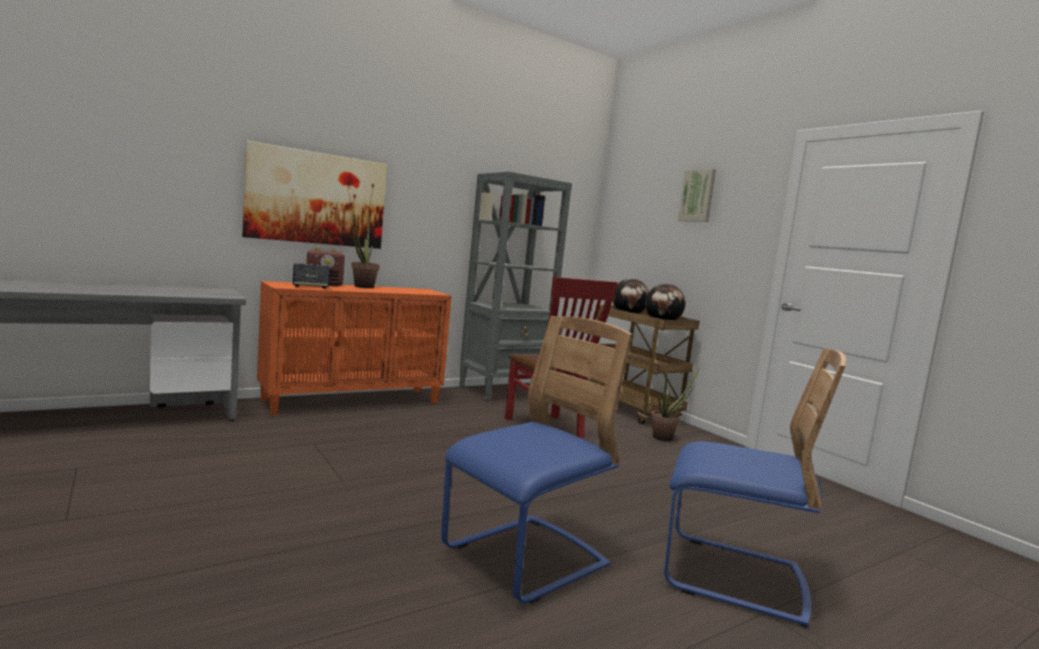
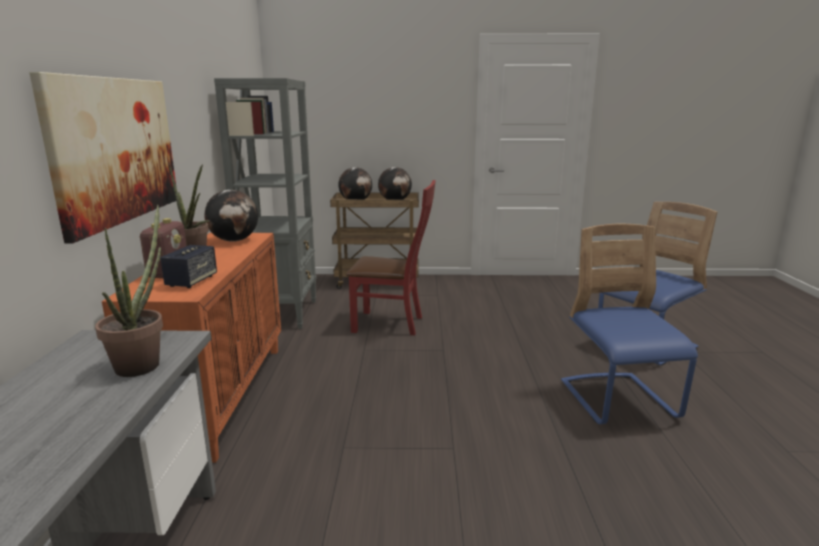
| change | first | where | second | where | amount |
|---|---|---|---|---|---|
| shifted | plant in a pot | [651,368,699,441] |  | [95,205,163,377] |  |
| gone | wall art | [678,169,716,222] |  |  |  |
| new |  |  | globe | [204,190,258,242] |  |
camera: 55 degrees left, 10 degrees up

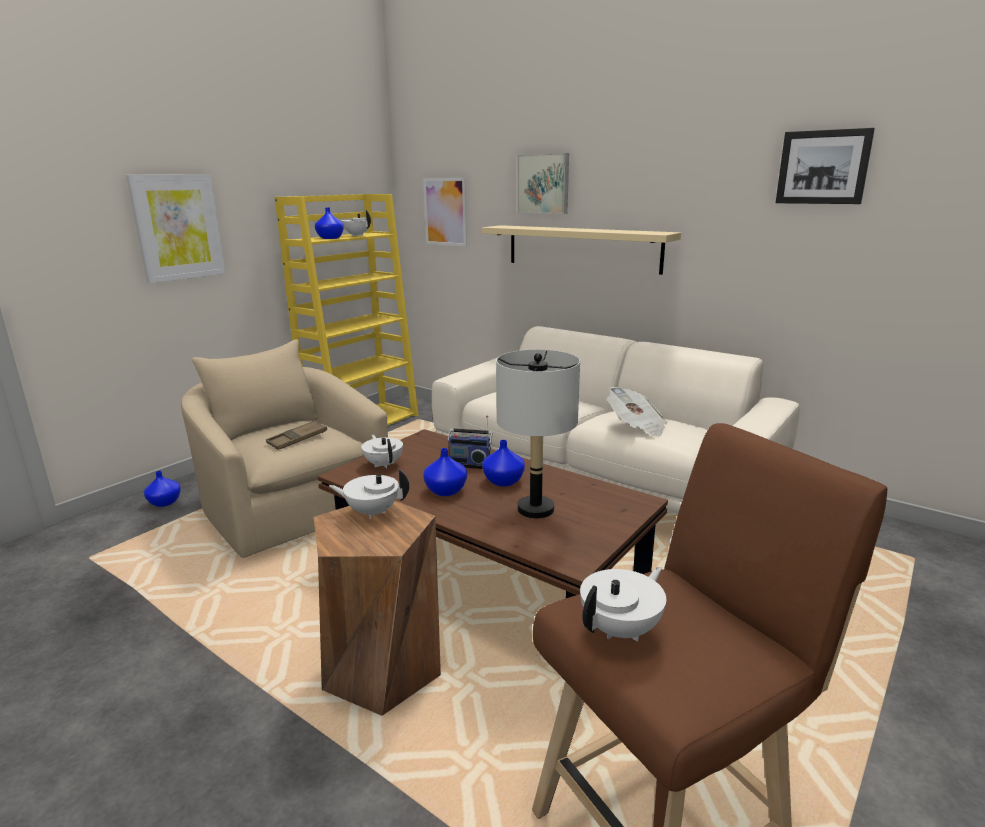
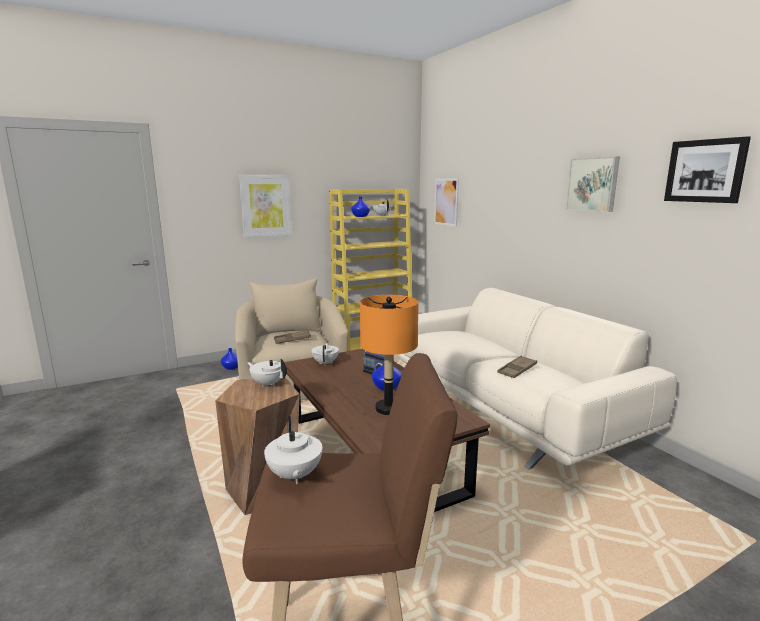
| change | first | where | second | where | amount |
|---|---|---|---|---|---|
| gone | vase (bluish) | [423,448,467,496] |  |  |  |
| gone | wall shelf (beige) | [482,225,681,275] |  |  |  |
| repainted | lamp for a table (greyish) | [496,349,580,518] | lamp for a table (orange-coloured) | [360,295,419,415] |  |
| shifted | wall art | [517,153,569,214] |  | [566,156,620,212] |  |
| rotated | teapot (whitish) | [580,567,666,642] |  | [264,416,322,484] | 90 degrees clockwise |
| swapped | printed paper | [607,386,667,438] | tray (brown) | [497,355,537,378] |  |
camera: 25 degrees right, 5 degrees down

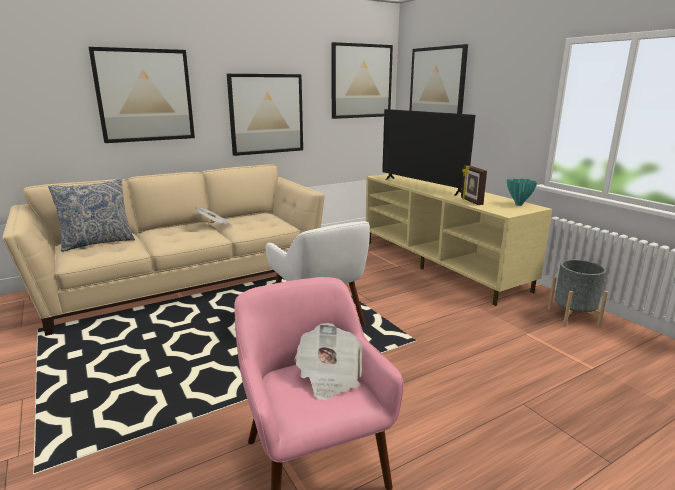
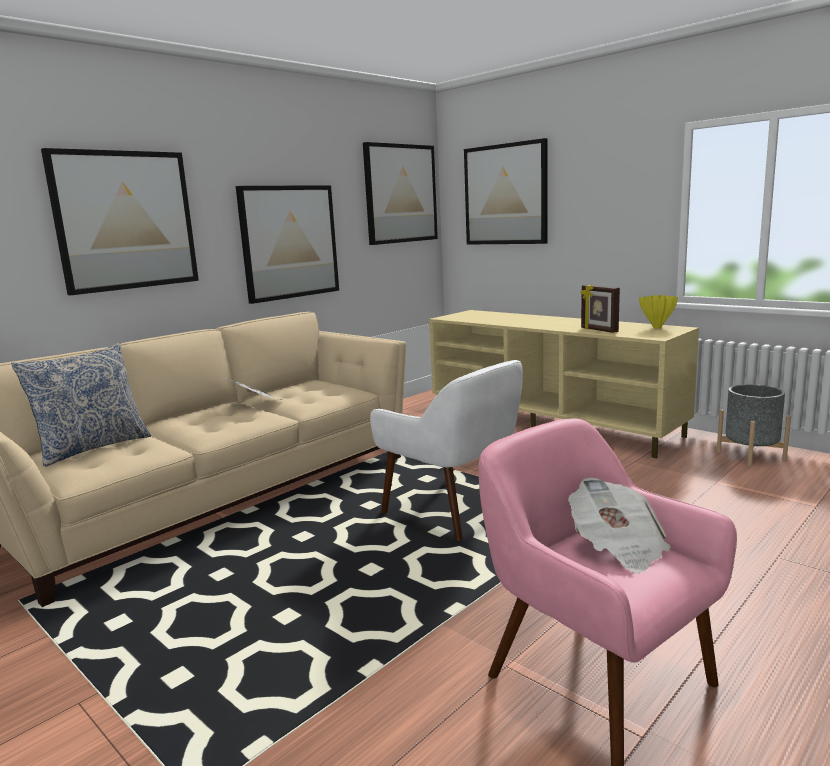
| change | first | where | second | where | amount |
|---|---|---|---|---|---|
| gone | television | [382,109,476,196] |  |  |  |
| repainted | vase (turquoise-coloured) | [507,179,537,206] | vase (yellow-coloured) | [639,295,678,329] |  |
camera: 15 degrees left, 5 degrees down

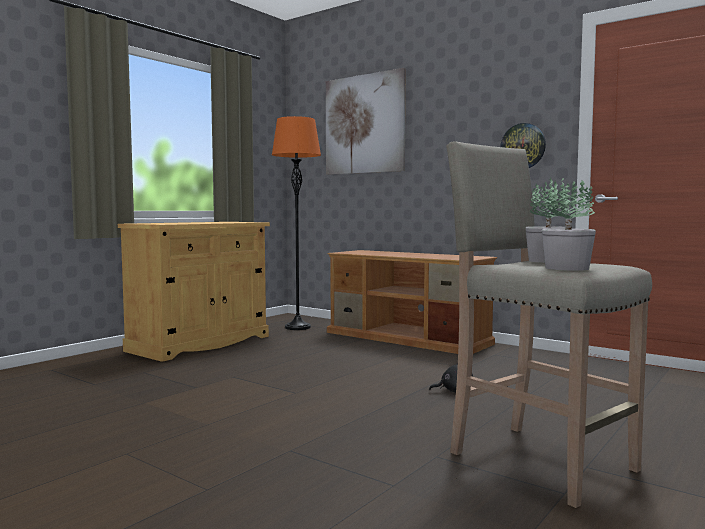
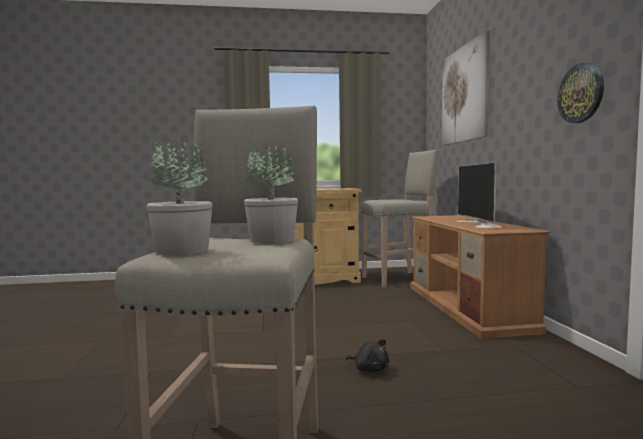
| change | first | where | second | where | amount |
|---|---|---|---|---|---|
| swapped | standing lamp (orange-coloured) | [272,116,321,330] | stool seat (beige) | [360,149,440,288] |  |
| new |  |  | television | [457,162,501,228] |  |
camera: 45 degrees right, 0 degrees up

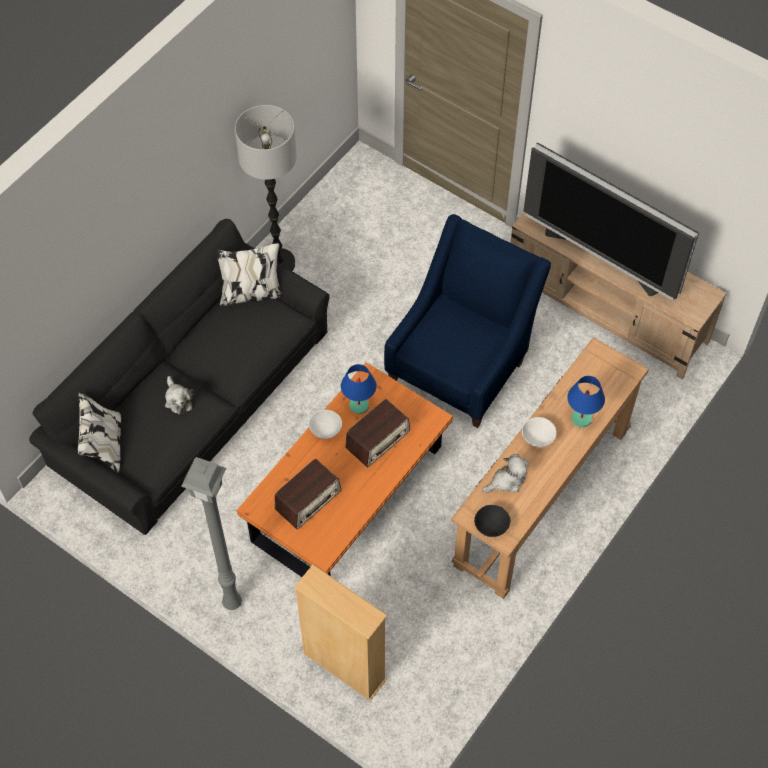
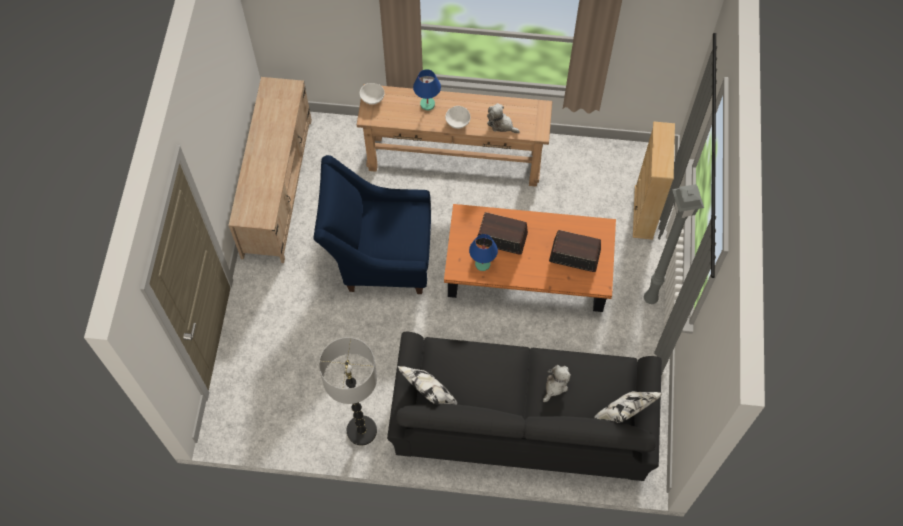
| change | first | where | second | where | amount |
|---|---|---|---|---|---|
| shifted | bowl (whitish) | [309,410,342,439] |  | [360,83,385,105] |  |
| gone | bowl (black-coloured) | [474,505,510,537] |  |  |  |
| gone | television | [523,143,699,301] |  |  |  |
camera: 120 degrees left, 5 degrees up

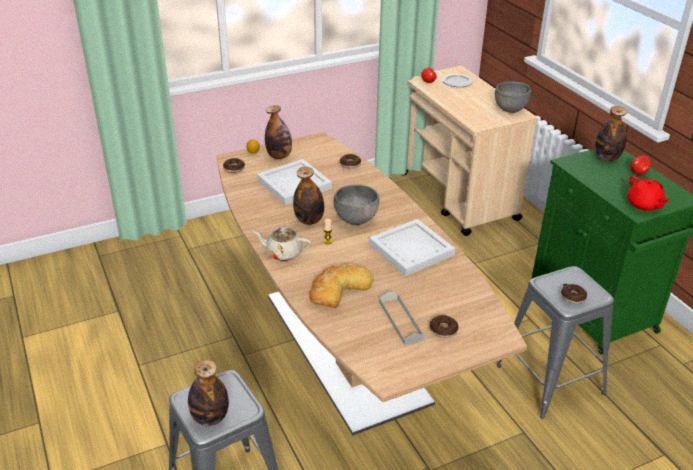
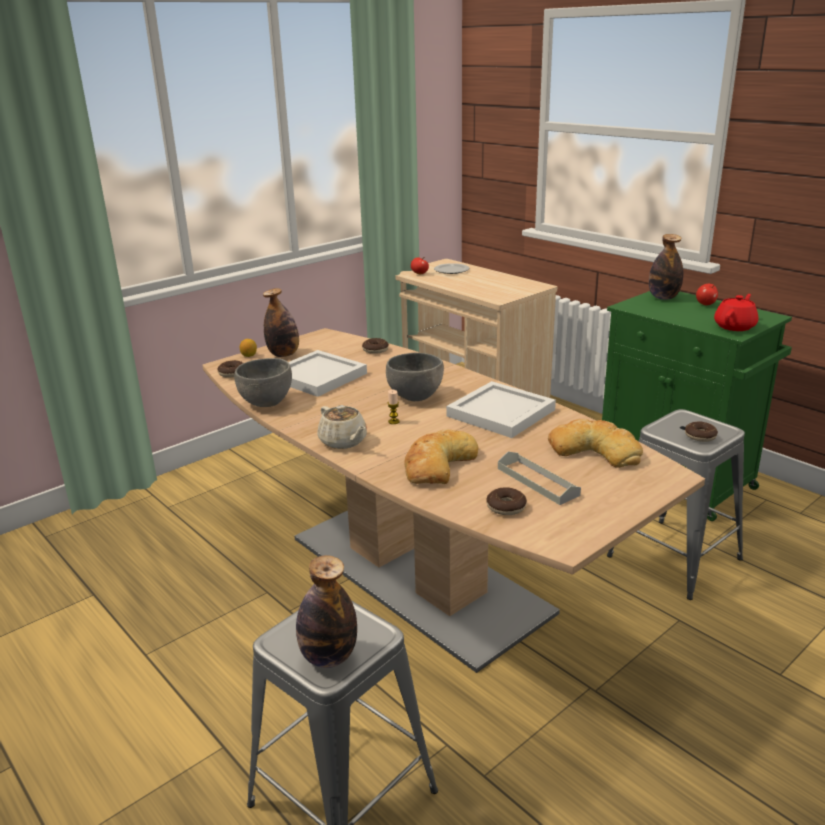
| change | first | where | second | where | amount |
|---|---|---|---|---|---|
| rotated | teapot (beige) | [253,227,311,261] |  | [317,405,367,449] | 120 degrees counterclockwise |
| gone | drink bottle | [293,167,324,225] |  |  |  |
| shifted | donut | [430,315,458,338] |  | [486,487,527,515] |  |
| shifted | bowl (greyish) | [495,82,531,113] |  | [234,358,292,407] |  |
| rotated | teapot (red-coloured) | [627,176,670,211] |  | [714,294,758,331] | 105 degrees counterclockwise |
| new |  |  | bread | [548,419,643,468] |  |
camera: 15 degrees left, 10 degrees down

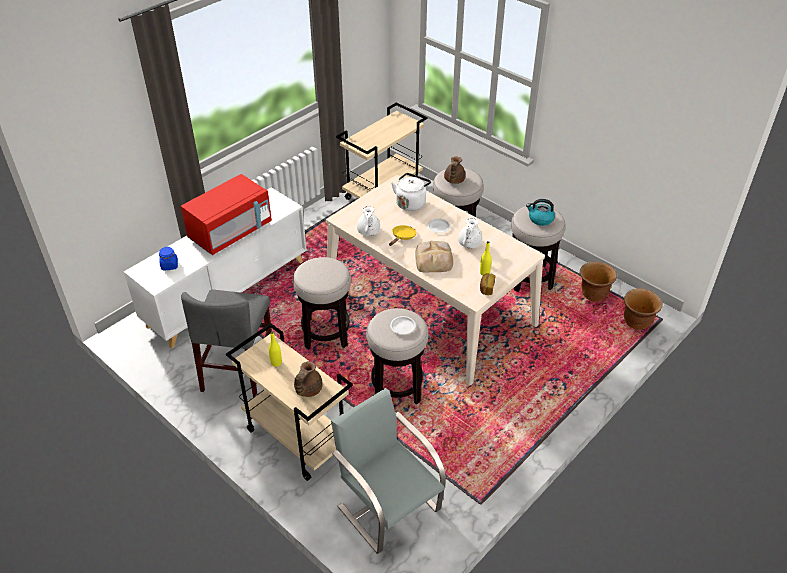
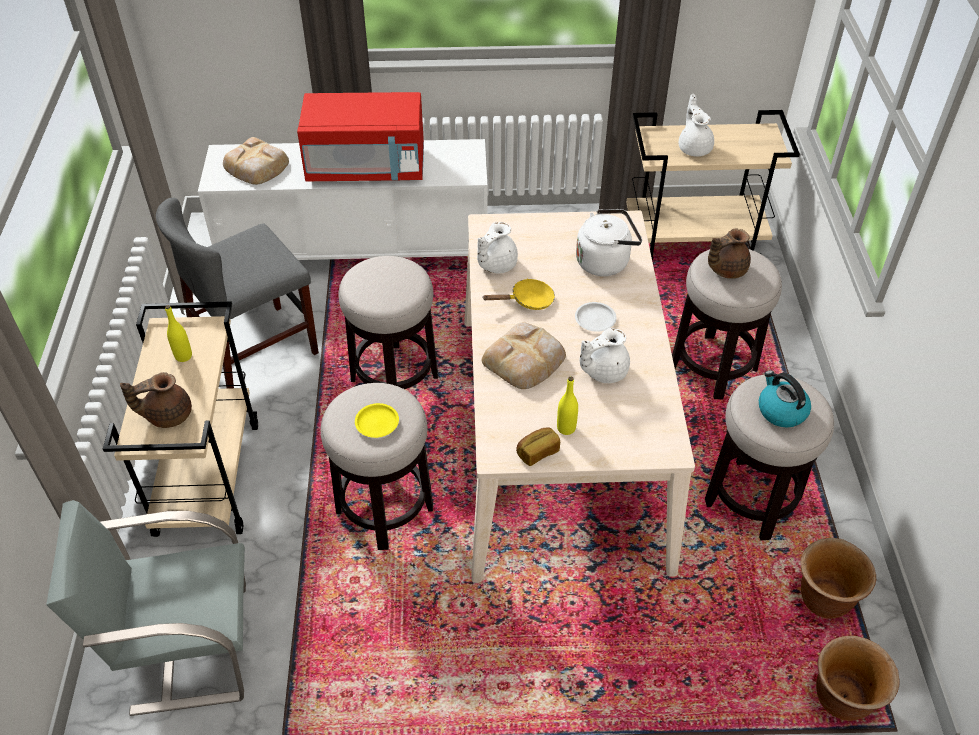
| change | first | where | second | where | amount |
|---|---|---|---|---|---|
| swapped | storage jar (bluish) | [159,246,178,271] | bread | [223,137,289,185] |  |
| rotated | plain chair (greyish) | [331,388,446,554] |  | [46,500,246,716] | 105 degrees counterclockwise |
| repainted | dinner plate (whitish) | [390,316,416,335] | dinner plate (yellow-coloured) | [355,403,399,438] |  |
| new |  |  | teapot (whitish) | [679,94,714,157] |  |
camera: 45 degrees right, 5 degrees up

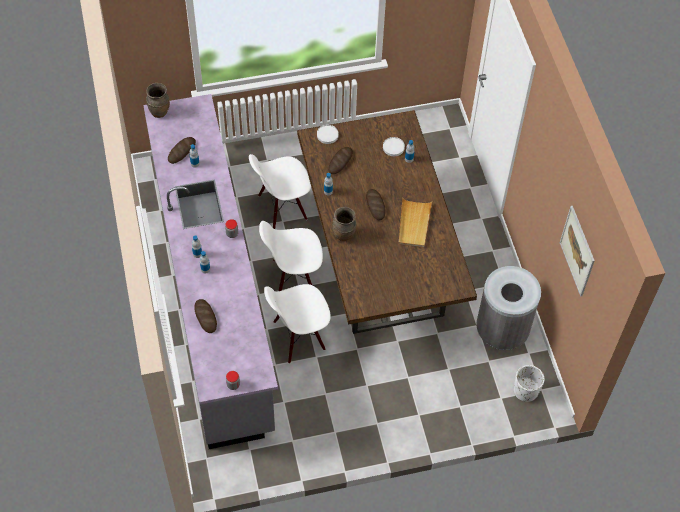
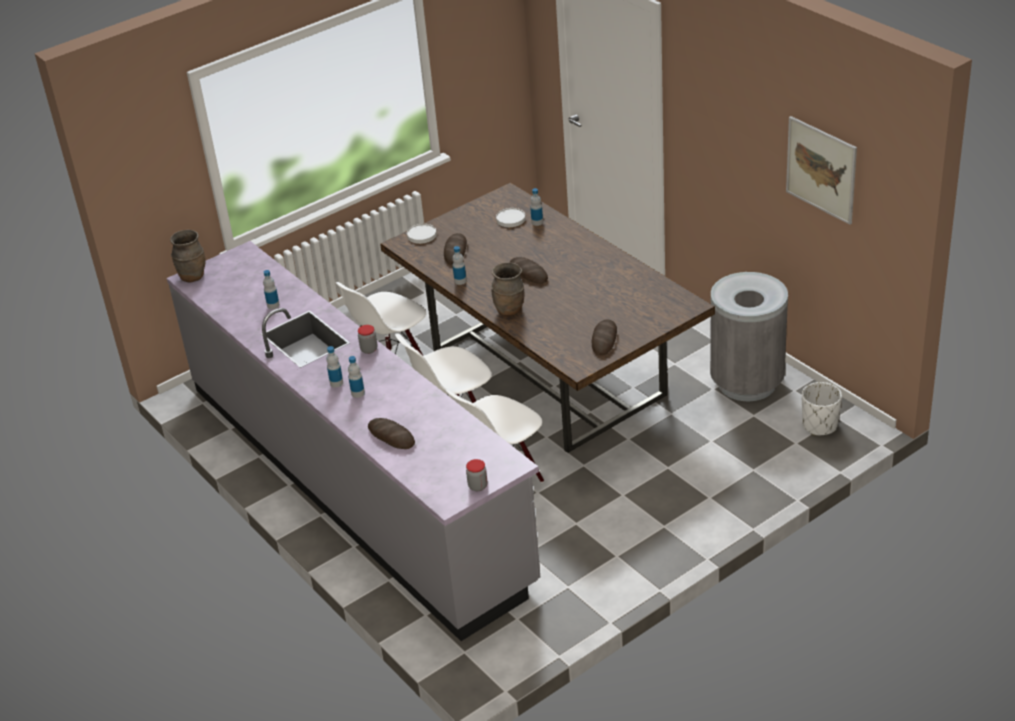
| change | first | where | second | where | amount |
|---|---|---|---|---|---|
| shifted | bread | [168,137,196,164] |  | [592,319,617,356] |  |
| gone | tray (beige) | [398,198,432,247] |  |  |  |
camera: 20 degrees left, 20 degrees down

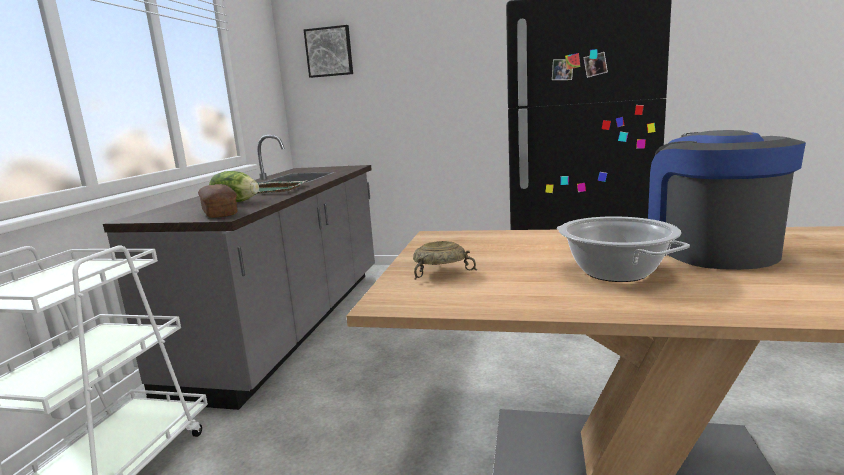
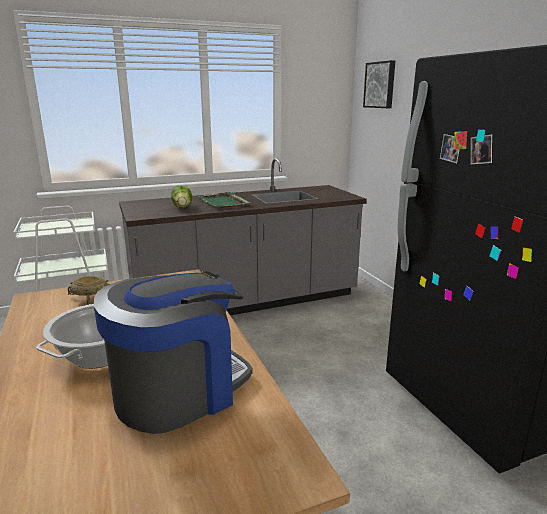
| change | first | where | second | where | amount |
|---|---|---|---|---|---|
| gone | bread | [198,184,238,218] |  |  |  |
camera: 55 degrees right, 5 degrees up

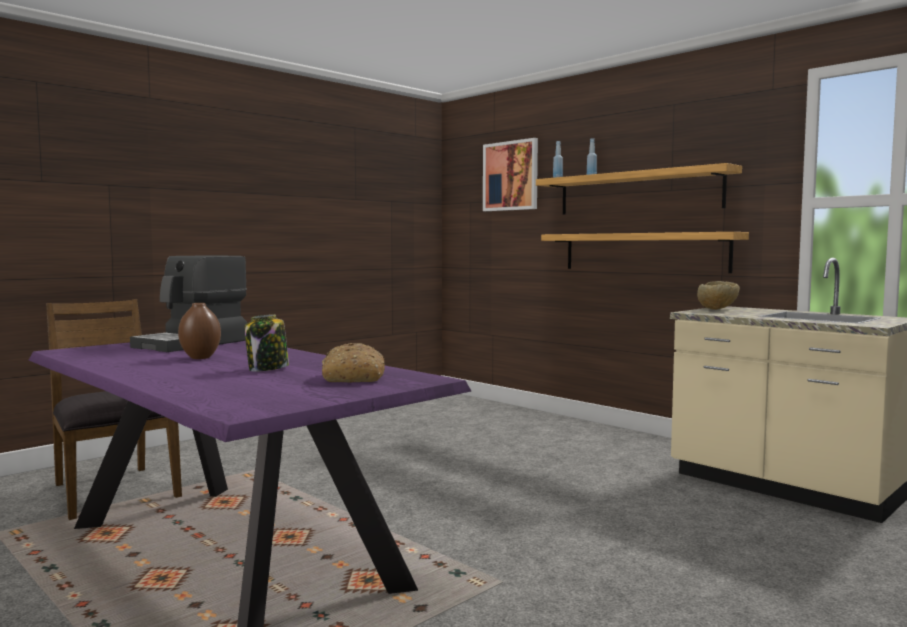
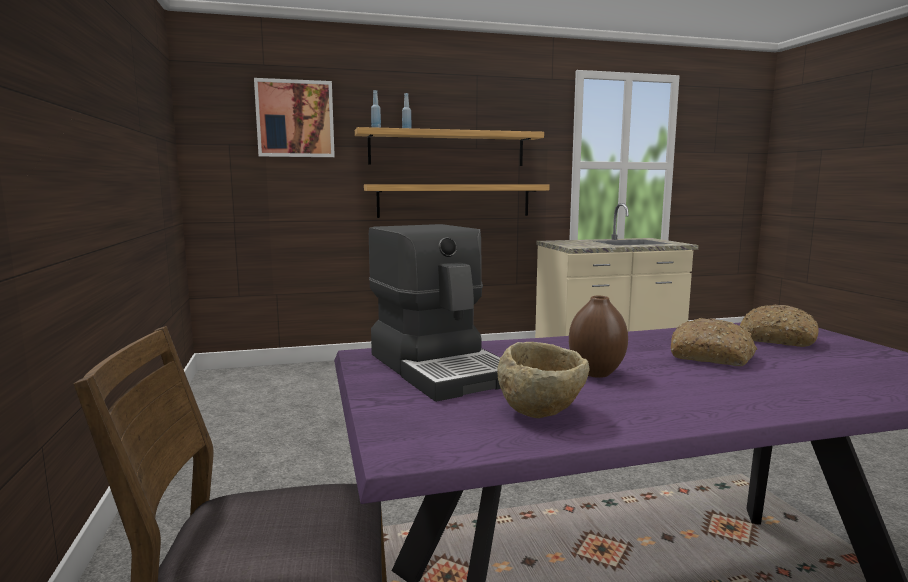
| change | first | where | second | where | amount |
|---|---|---|---|---|---|
| swapped | storage jar | [245,314,289,372] | bread | [671,318,757,366] |  |
| shifted | bowl (beige) | [697,281,740,310] |  | [497,342,590,418] |  |
camera: 60 degrees left, 5 degrees up

